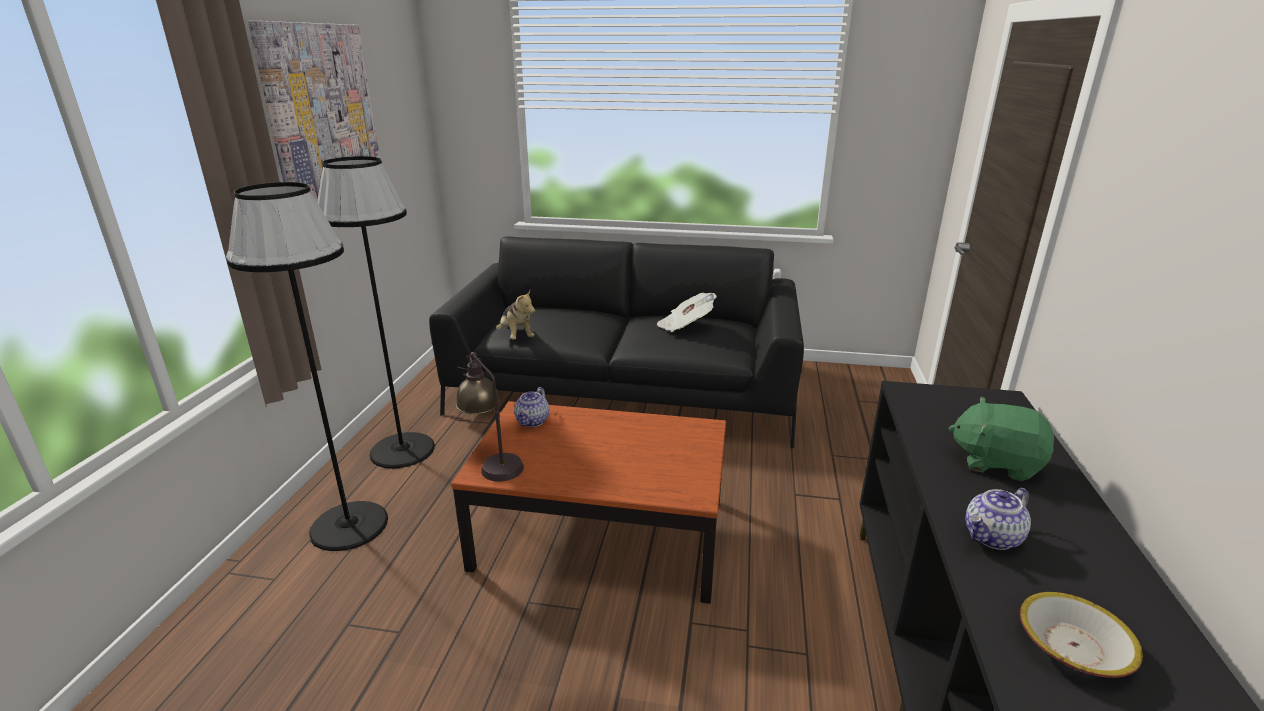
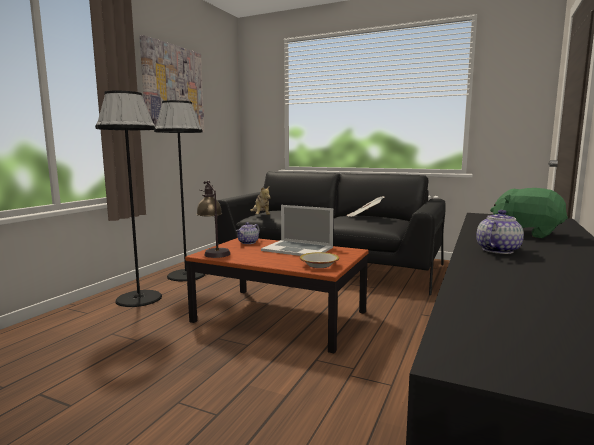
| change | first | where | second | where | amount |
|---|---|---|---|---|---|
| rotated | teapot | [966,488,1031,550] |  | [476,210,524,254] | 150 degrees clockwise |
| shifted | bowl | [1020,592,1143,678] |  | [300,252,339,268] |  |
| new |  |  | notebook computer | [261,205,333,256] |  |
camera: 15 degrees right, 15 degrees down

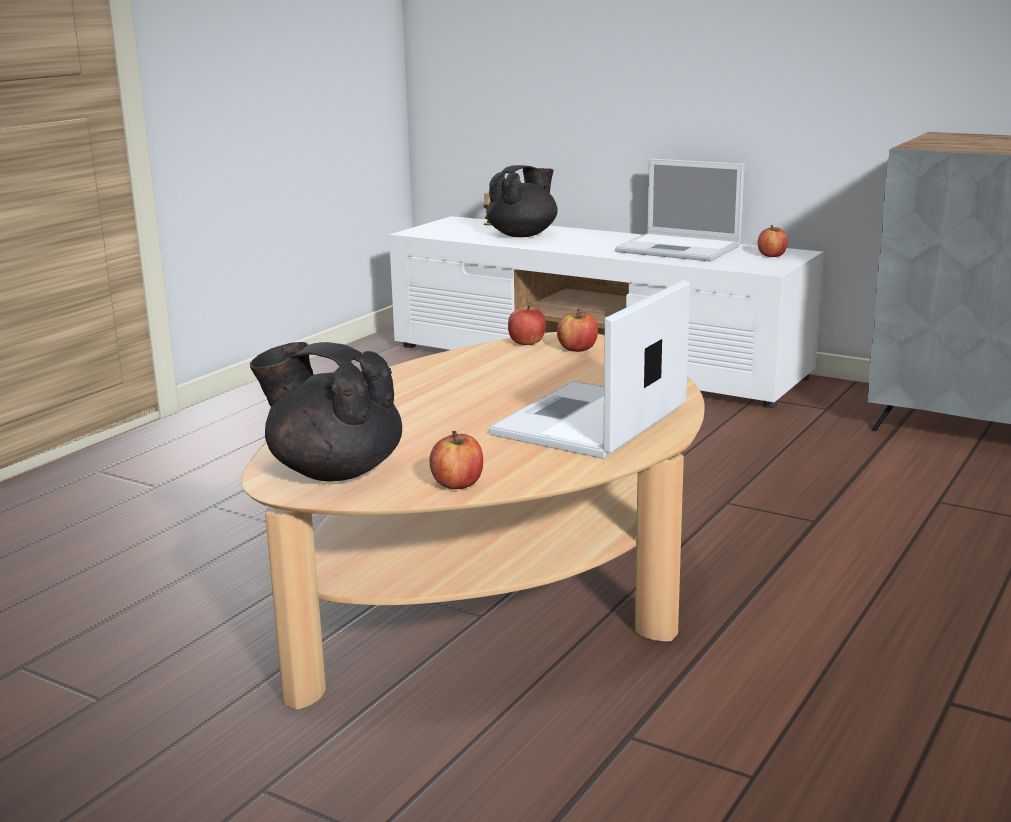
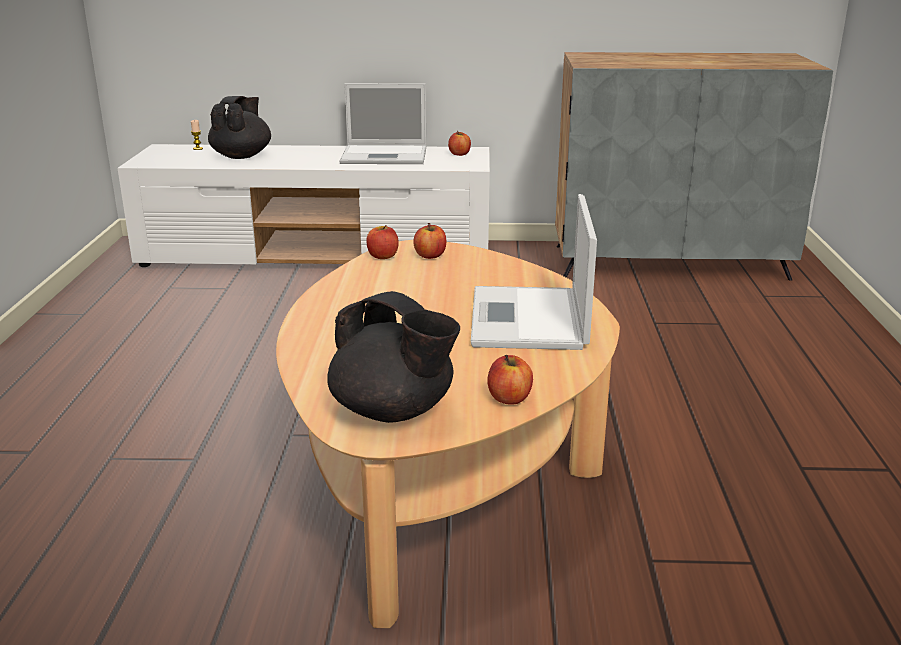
| change | first | where | second | where | amount |
|---|---|---|---|---|---|
| rotated | teapot (black-coloured) | [250,342,402,482] |  | [327,291,460,423] | 135 degrees counterclockwise |
camera: 30 degrees left, 5 degrees up

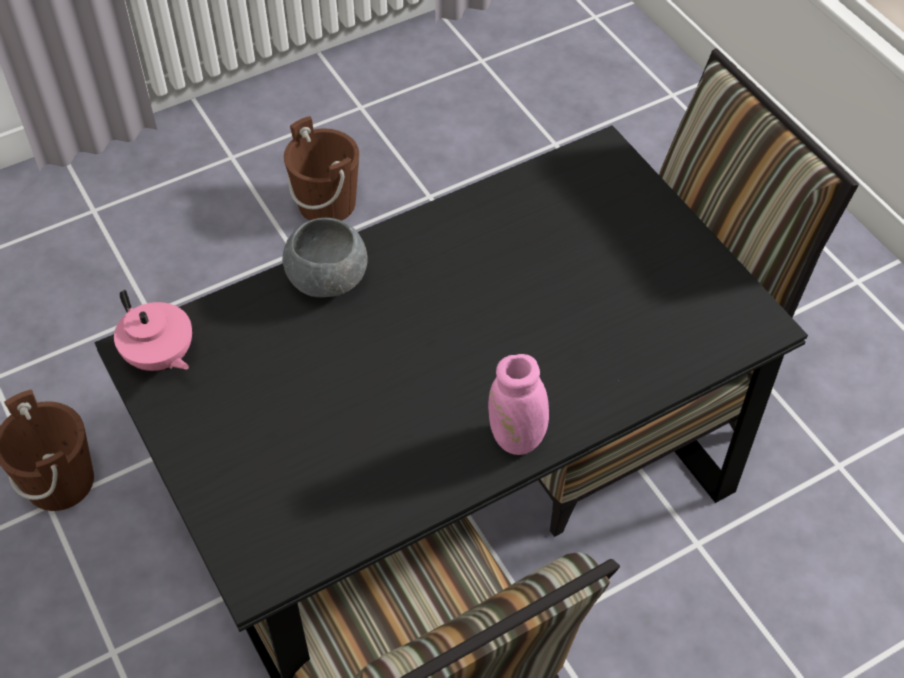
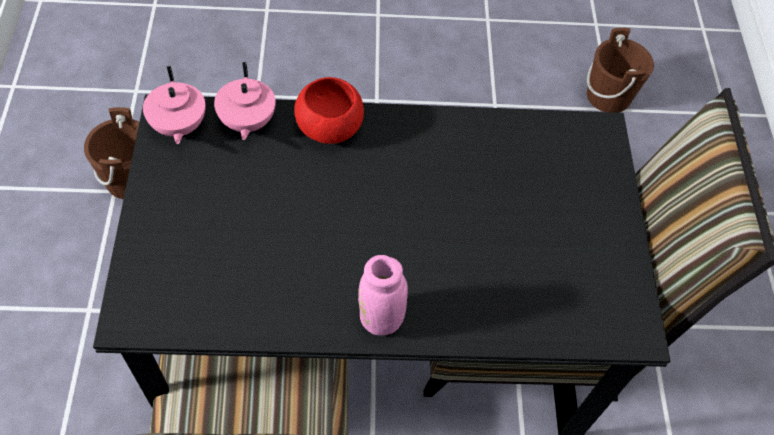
| change | first | where | second | where | amount |
|---|---|---|---|---|---|
| repainted | bowl (greyish) | [282,218,368,297] | bowl (red-coloured) | [294,77,364,144] |  |
| shifted | bucket (brown) | [284,116,359,221] |  | [587,28,654,113] |  |
| new |  |  | teapot (pink-coloured) | [214,62,276,140] |  |
camera: 25 degrees right, 5 degrees up

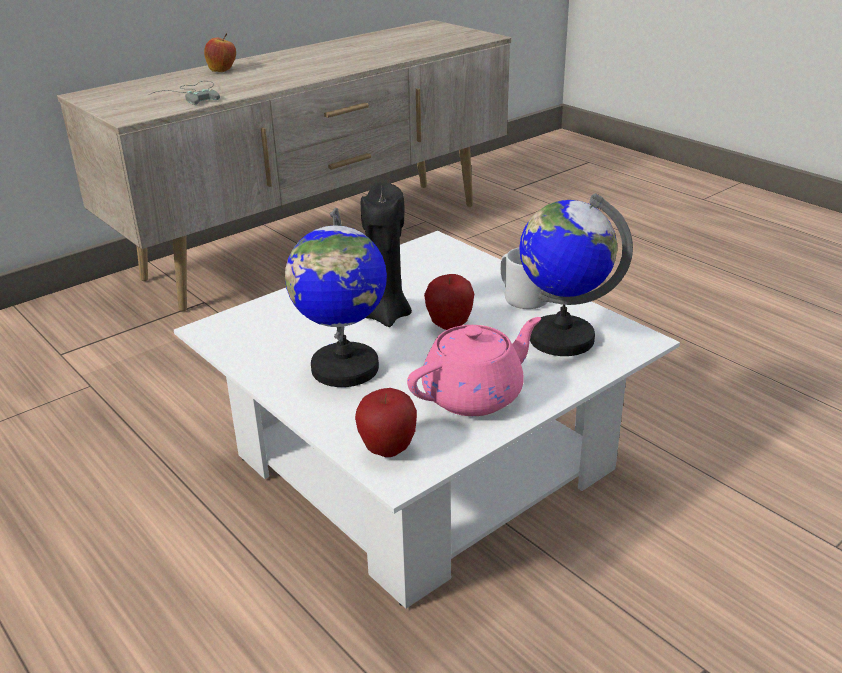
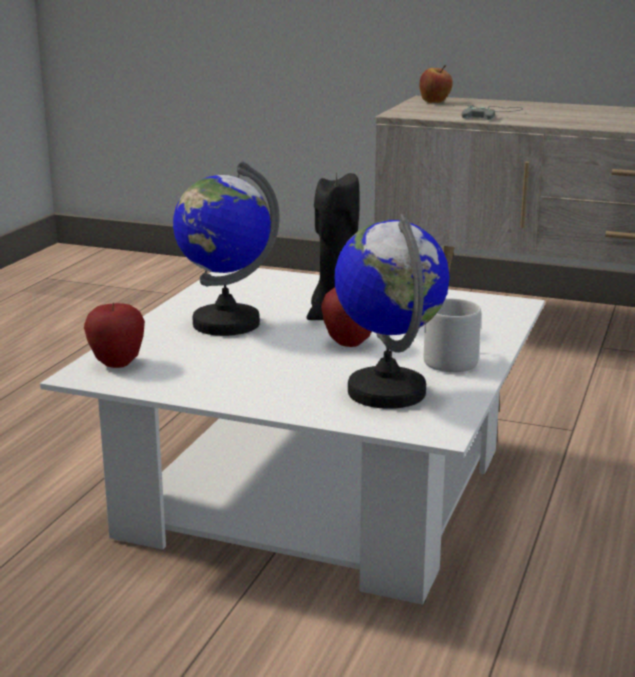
| change | first | where | second | where | amount |
|---|---|---|---|---|---|
| shifted | apple fruit | [204,33,236,72] |  | [419,65,453,103] |  |
| gone | teapot (pink-coloured) | [407,317,541,416] |  |  |  |
camera: 60 degrees right, 10 degrees down

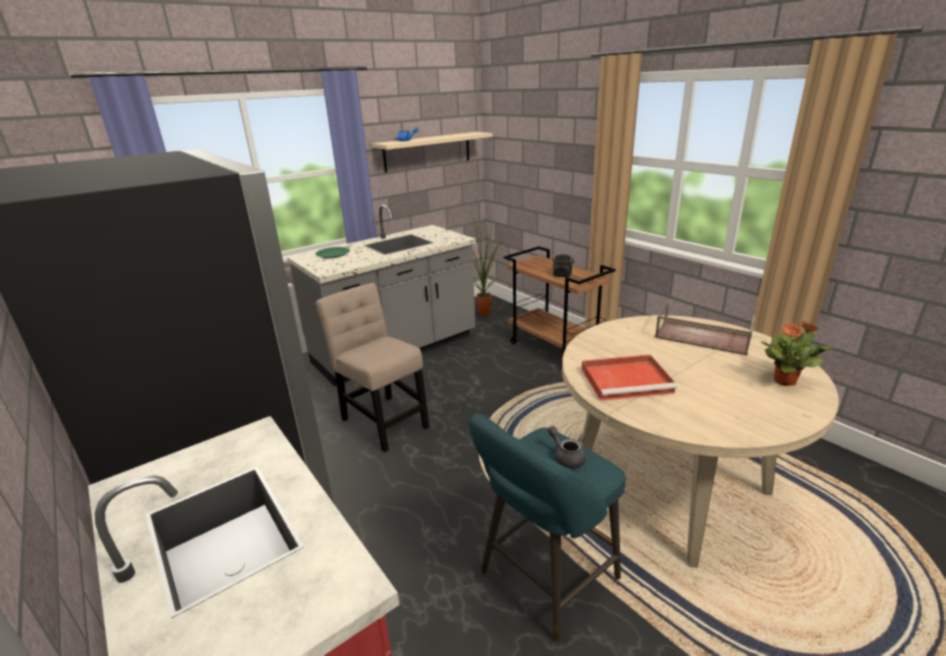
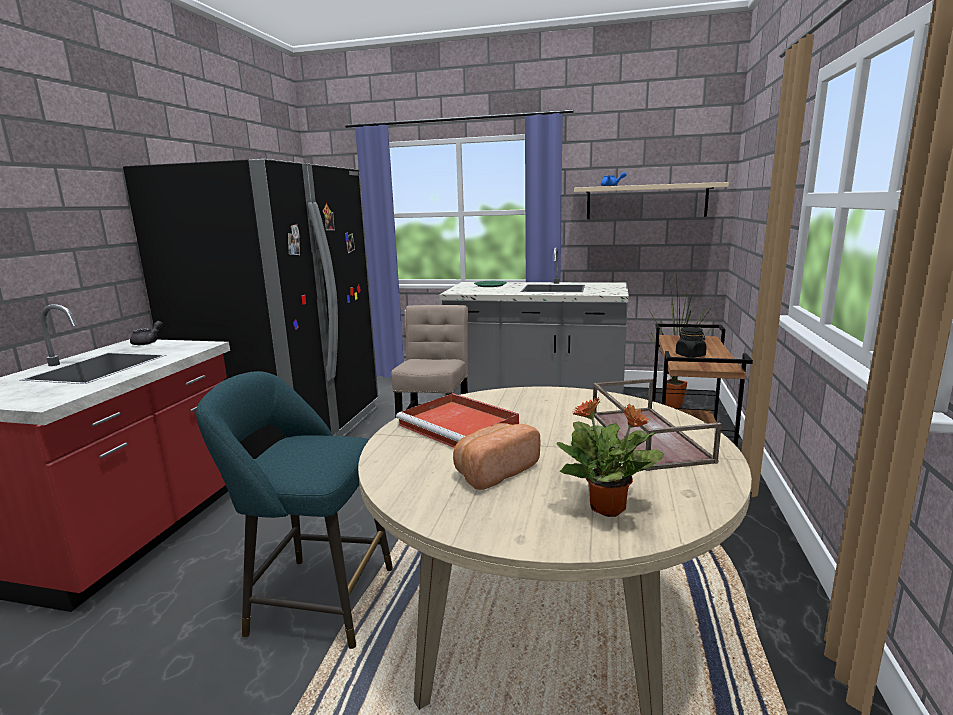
| change | first | where | second | where | amount |
|---|---|---|---|---|---|
| shifted | teapot (greyish) | [548,426,586,468] |  | [130,321,163,345] |  |
| new |  |  | bread | [453,423,541,490] |  |
camera: 50 degrees right, 10 degrees down

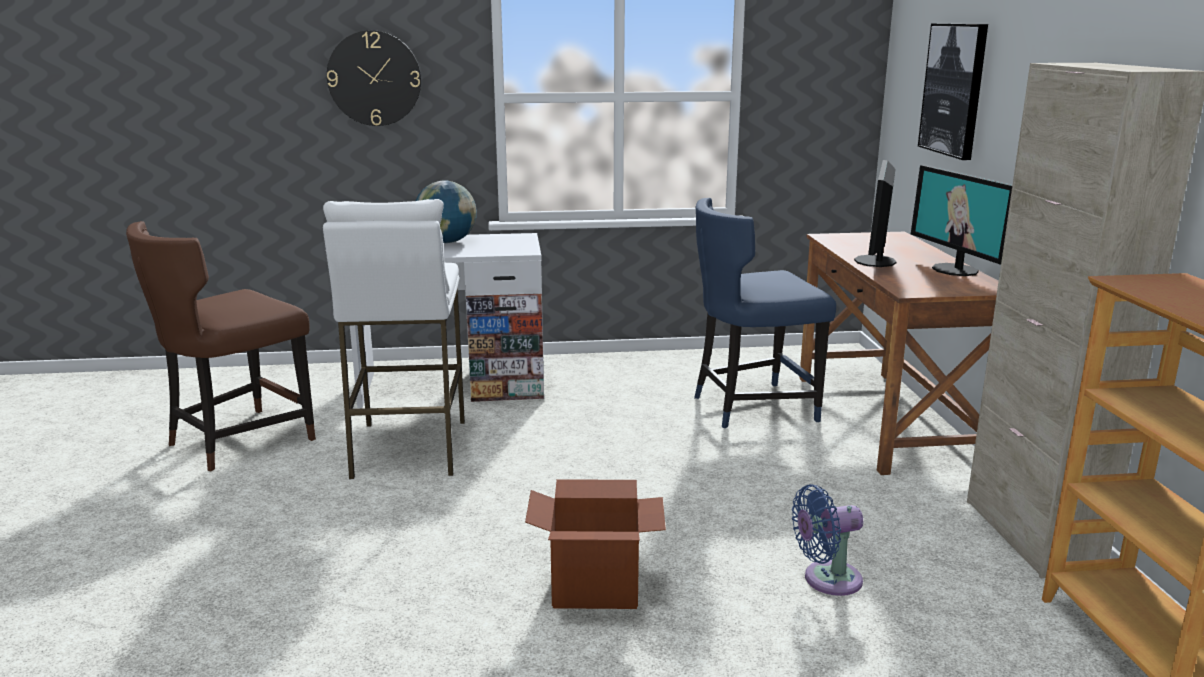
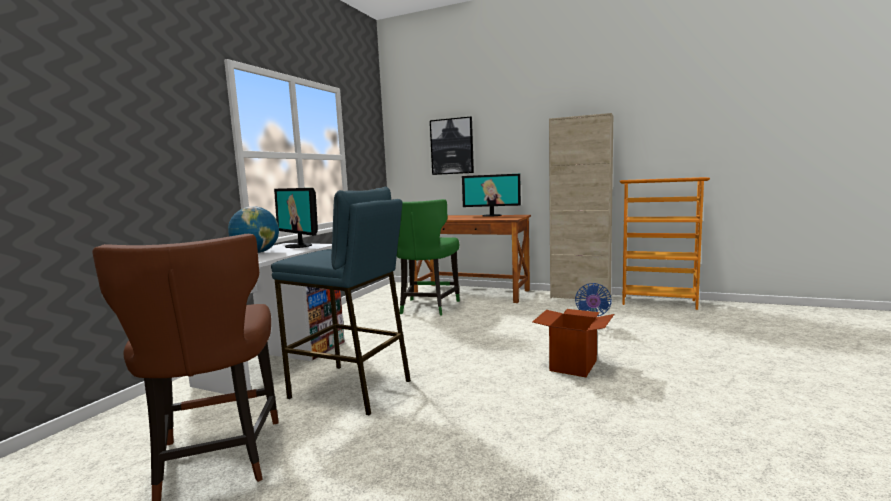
| change | first | where | second | where | amount |
|---|---|---|---|---|---|
| repainted | stool seat (whitish) | [323,199,465,480] | stool seat (bluish) | [271,187,411,415] |  |
| gone | hanging clock | [327,30,421,126] |  |  |  |
| repainted | plain chair (bluish) | [694,198,836,428] | plain chair (green) | [397,199,460,316] |  |
| shifted | computer display | [854,160,897,267] |  | [274,188,318,248] |  |
camera: 60 degrees left, 10 degrees down

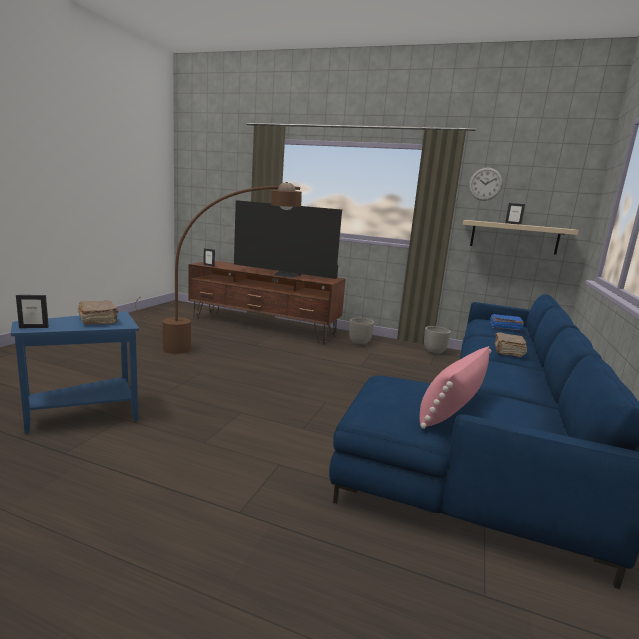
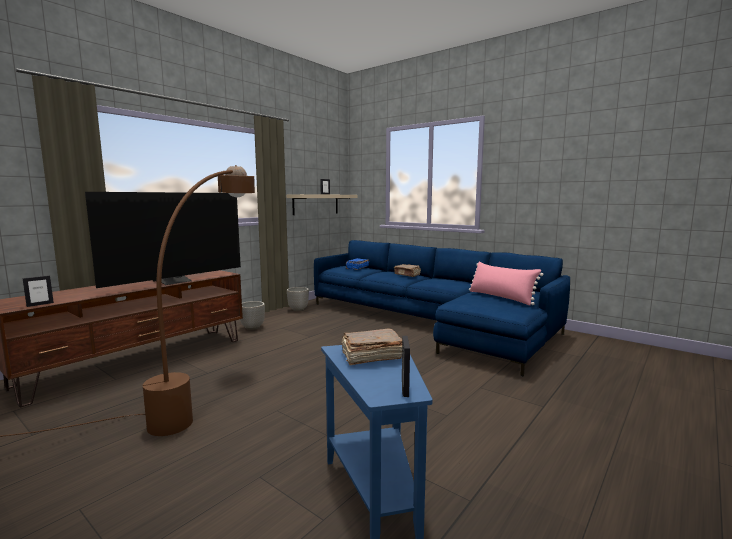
| change | first | where | second | where | amount |
|---|---|---|---|---|---|
| gone | hanging clock | [469,167,503,201] |  |  |  |
camera: 70 degrees left, 5 degrees down

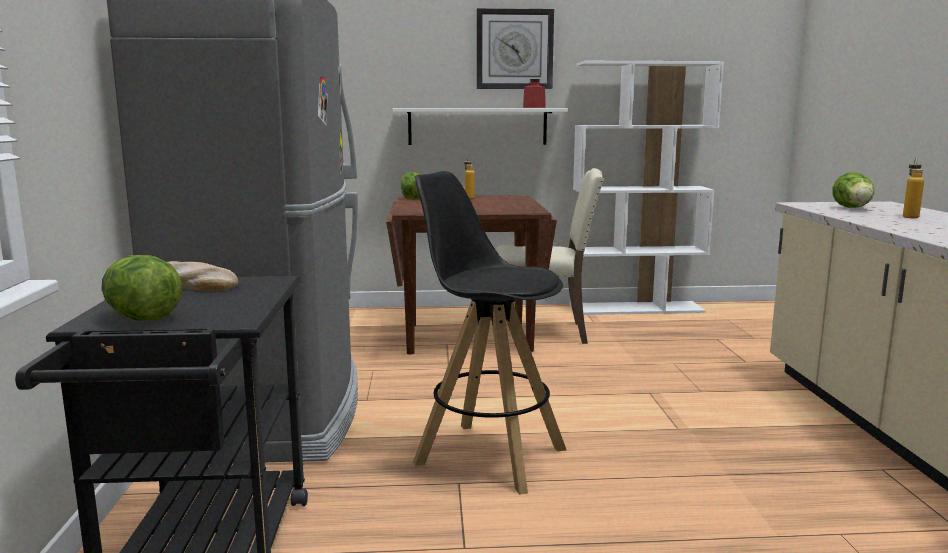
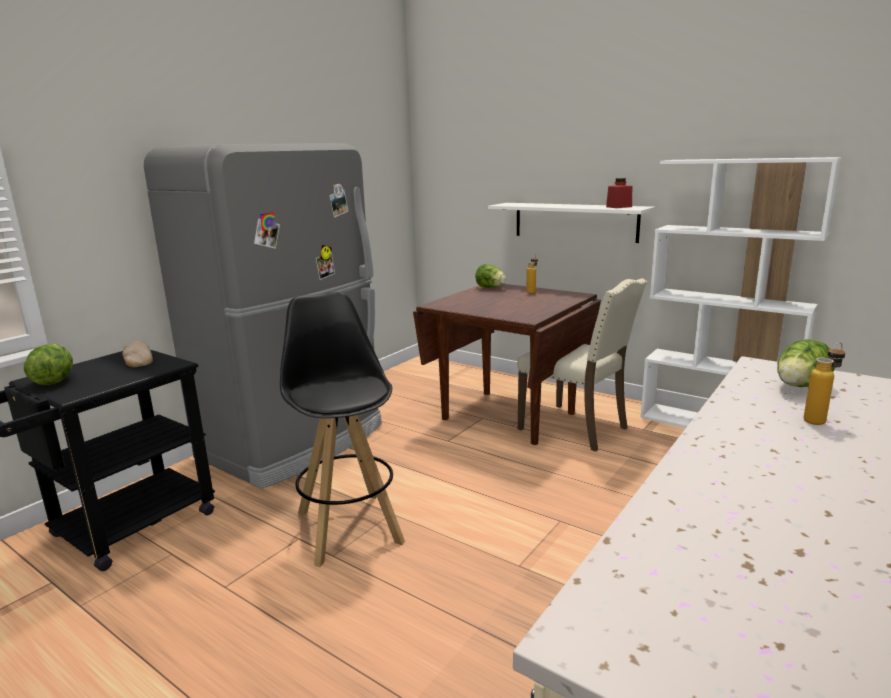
| change | first | where | second | where | amount |
|---|---|---|---|---|---|
| gone | hanging clock | [477,8,554,89] |  |  |  |
camera: 40 degrees right, 5 degrees up

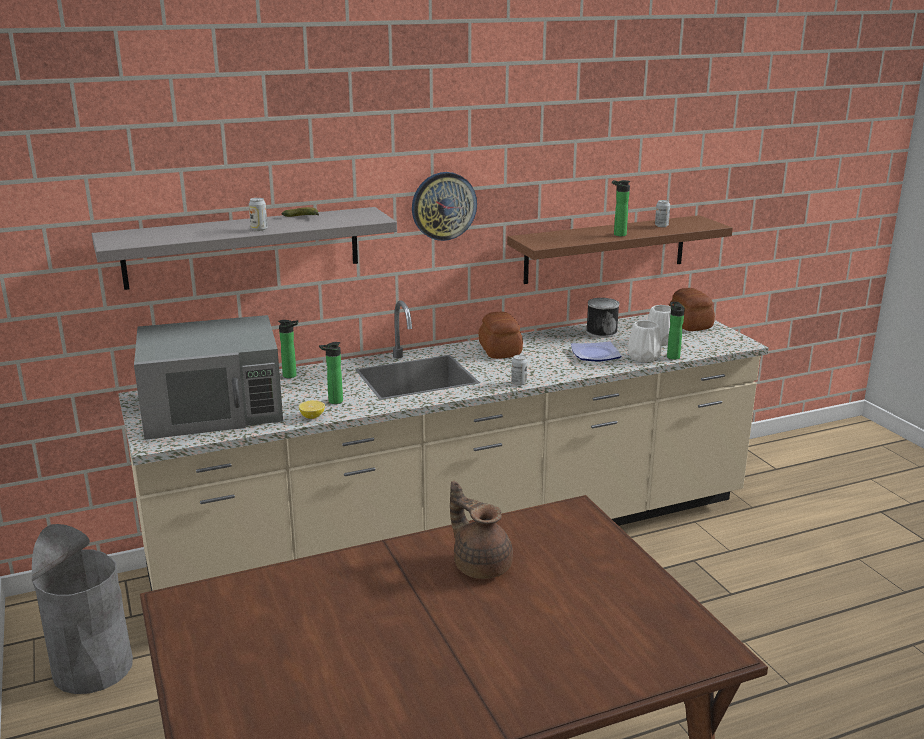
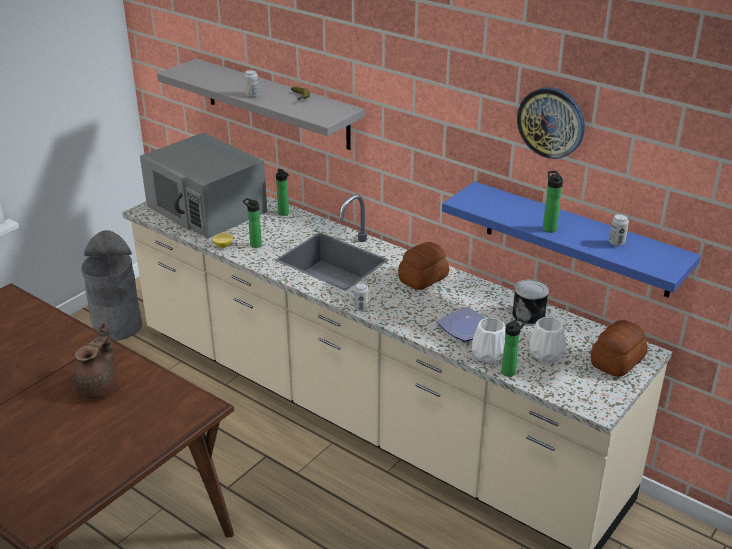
| change | first | where | second | where | amount |
|---|---|---|---|---|---|
| shifted | hanging clock | [412,172,477,241] |  | [517,87,585,159] |  |
| repainted | wall shelf (brown) | [507,215,733,284] | wall shelf (bluish) | [442,181,701,297] |  |
camera: 60 degrees right, 10 degrees up

